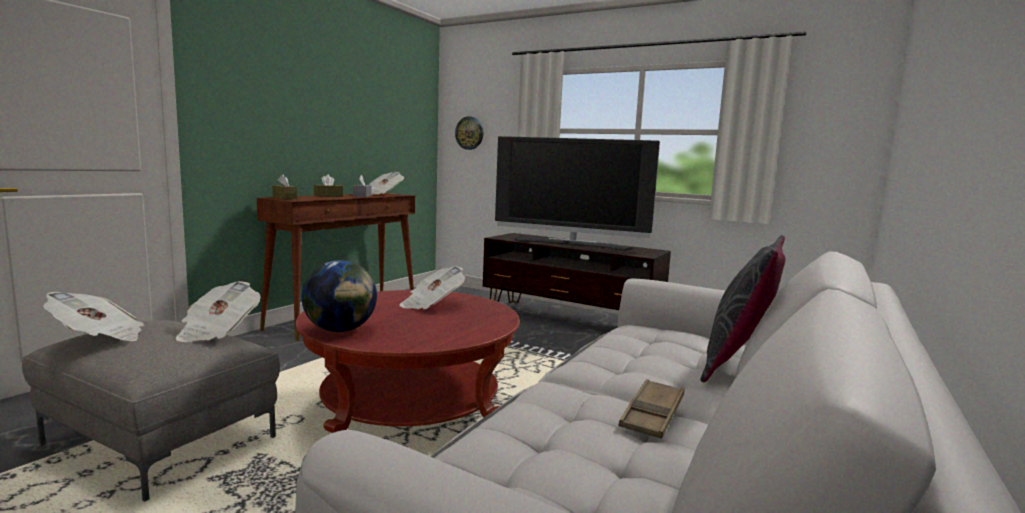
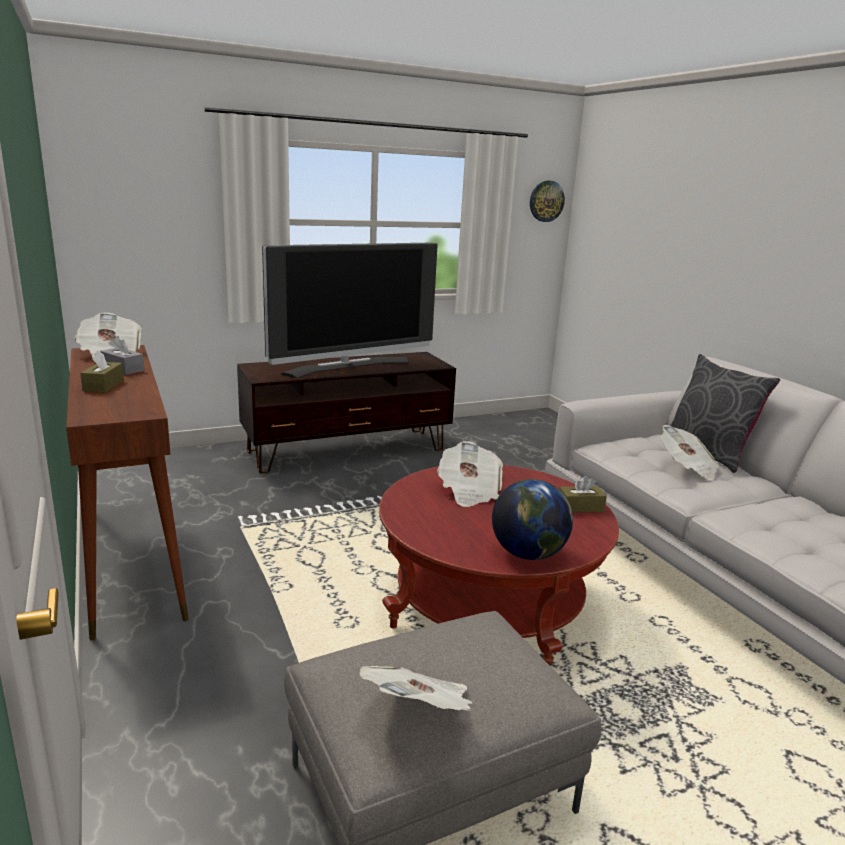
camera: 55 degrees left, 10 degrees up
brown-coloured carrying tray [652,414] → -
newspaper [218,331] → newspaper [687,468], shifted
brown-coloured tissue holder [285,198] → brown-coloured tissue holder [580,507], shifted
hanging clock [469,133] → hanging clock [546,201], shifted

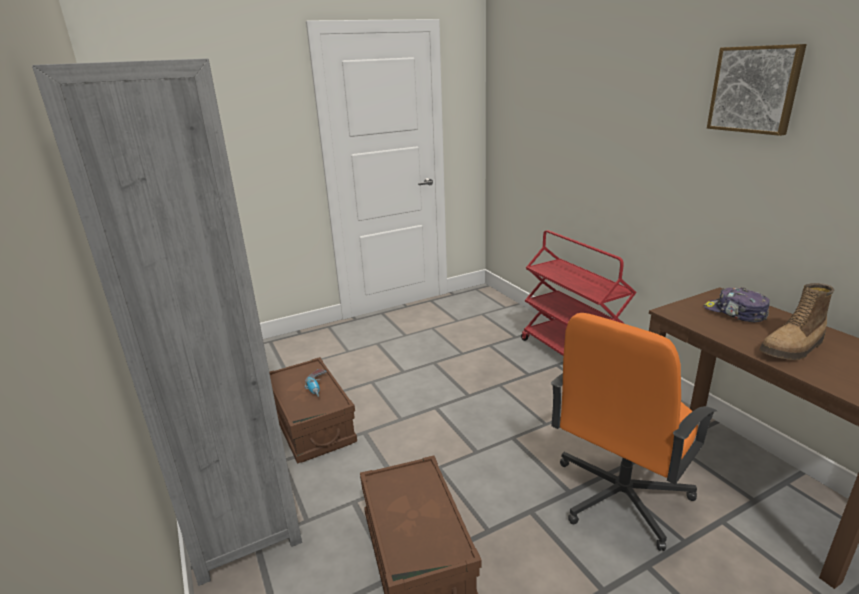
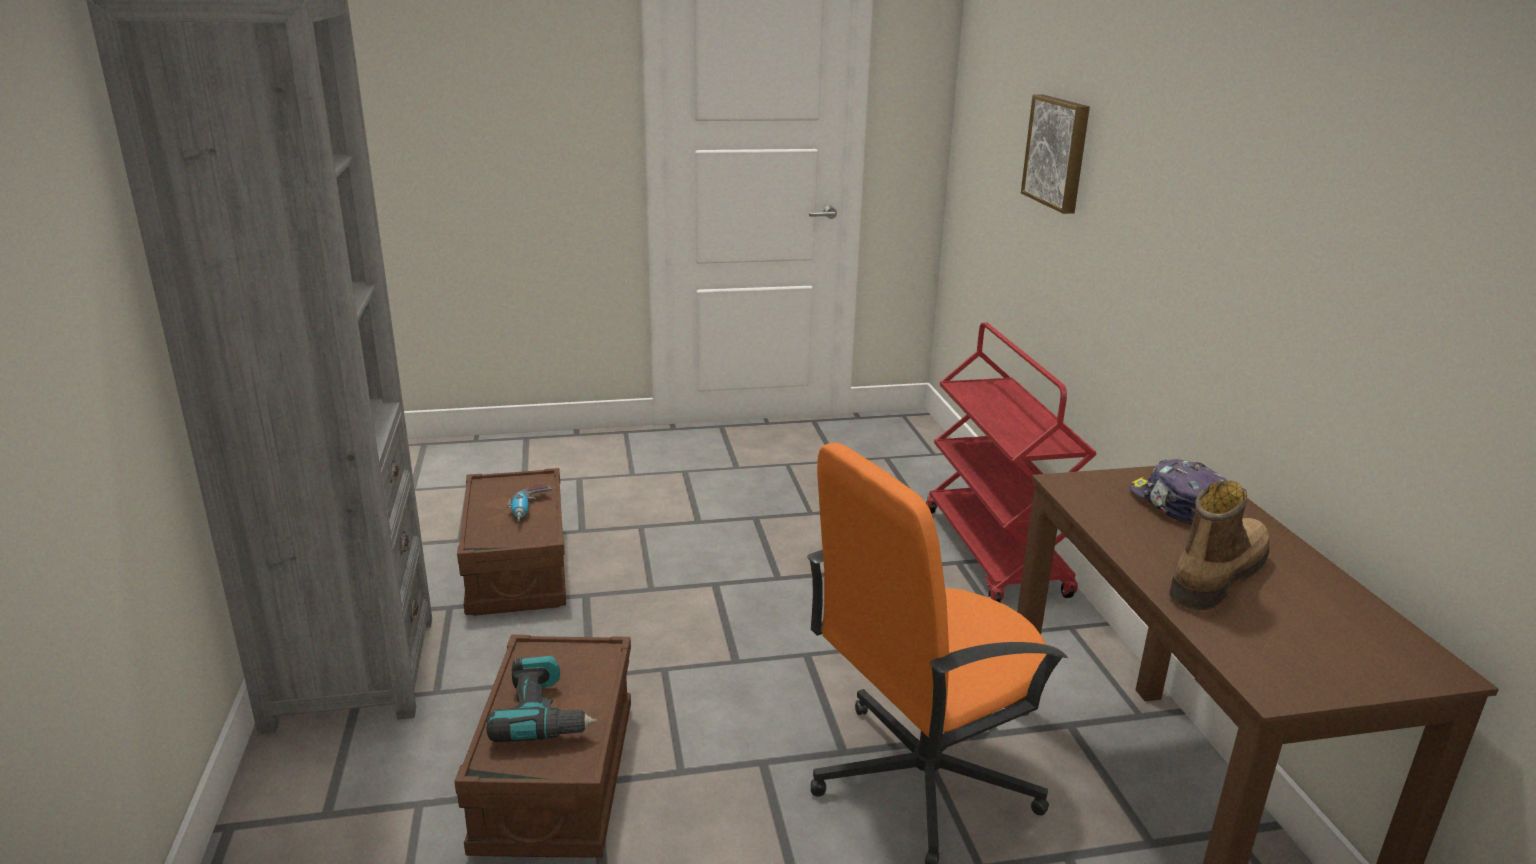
camera: 15 degrees right, 0 degrees up
- → power drill [543,714]
picture [755,89] → picture [1058,152], shifted
high-top boot [793,348] → high-top boot [1215,576], 150 degrees clockwise

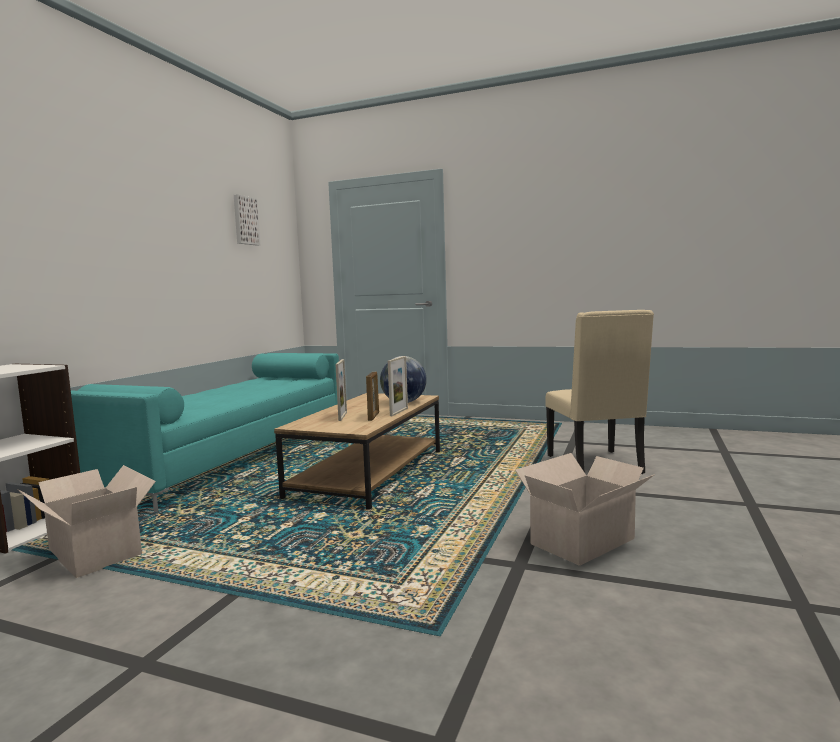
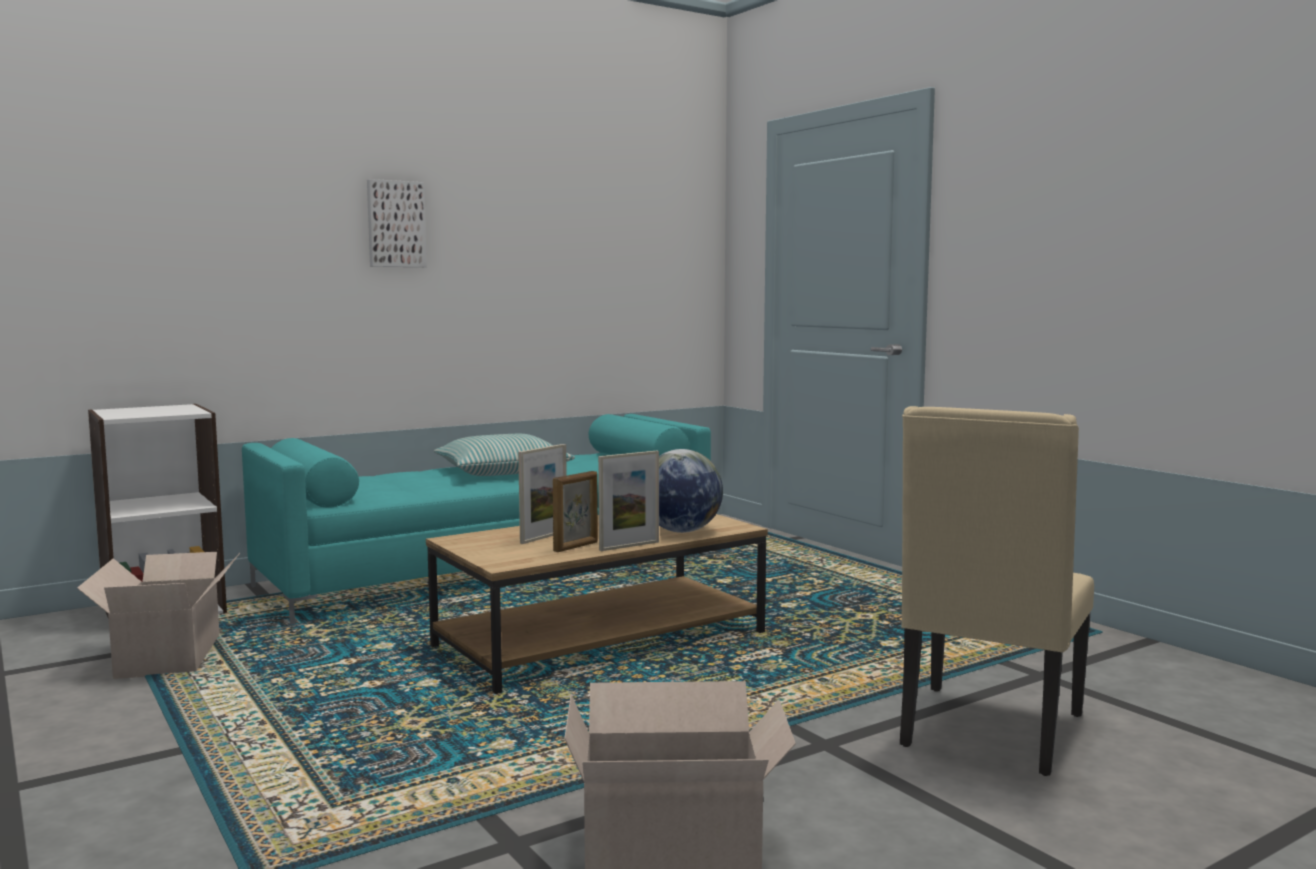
camera: 35 degrees right, 0 degrees up
- → pillow [502,472]
picture [245,220] → picture [395,224], shifted

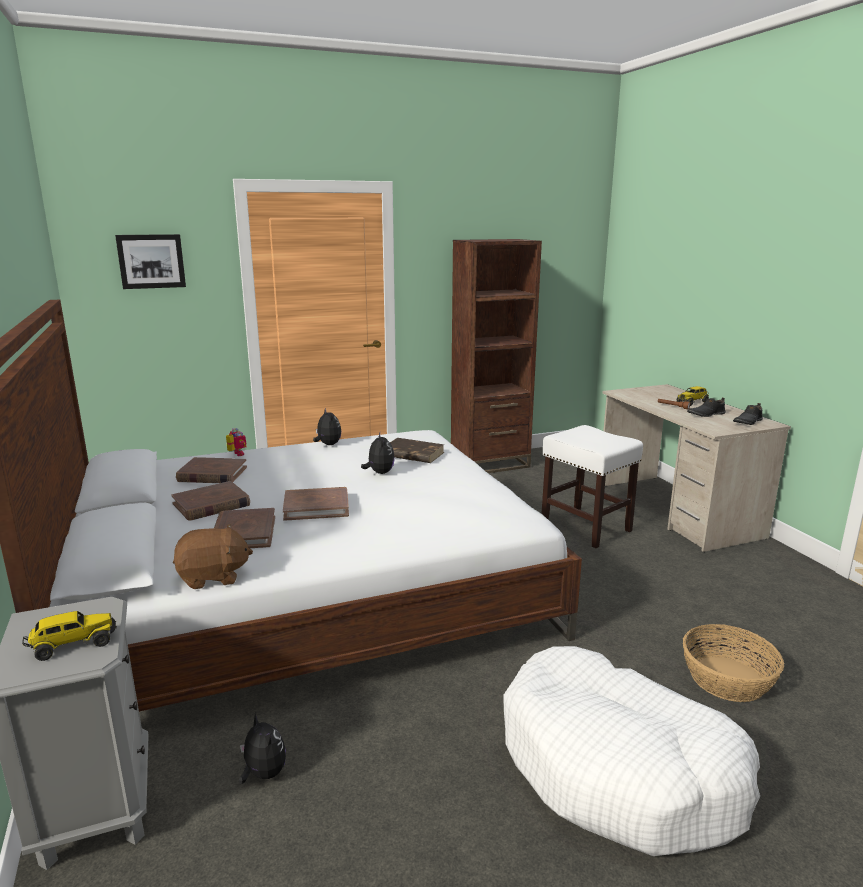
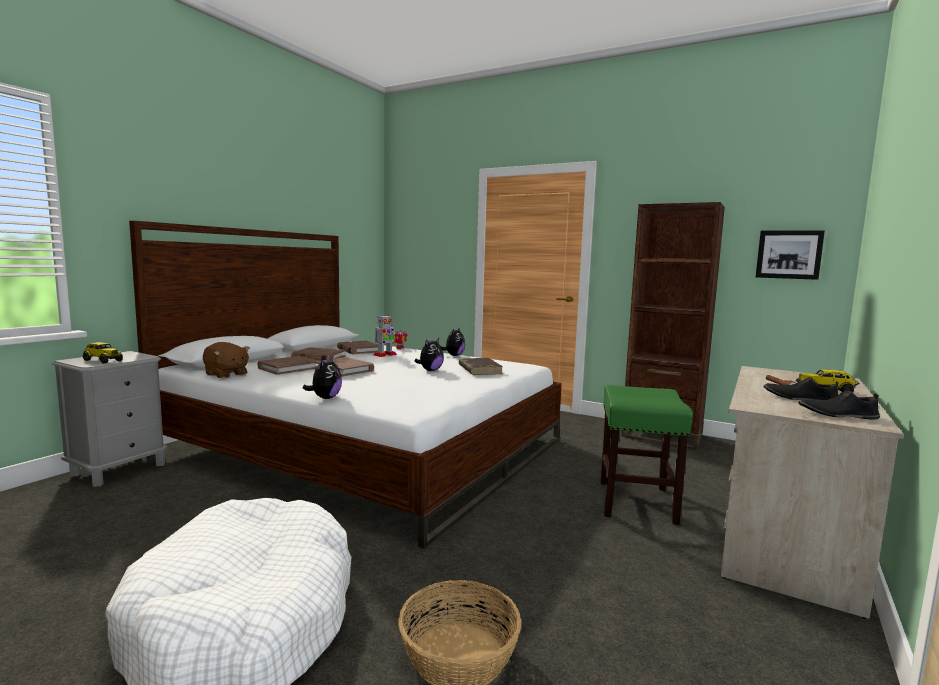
camera: 50 degrees right, 10 degrees down
- → robot figure [384,355]
picture [151,261] → picture [788,254], shifted
cuddly toy [263,773] → cuddly toy [325,398], shifted
whitish stool [584,527] → greenish stool [635,501]

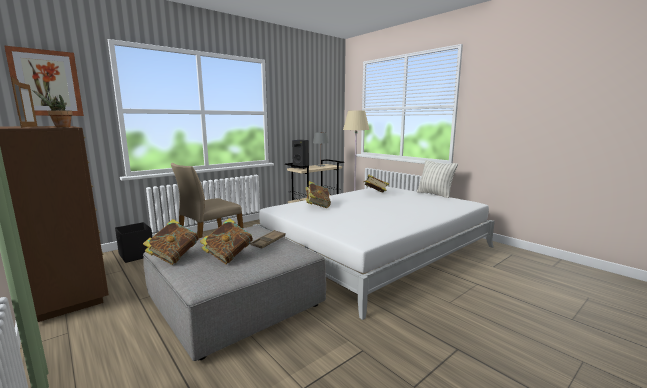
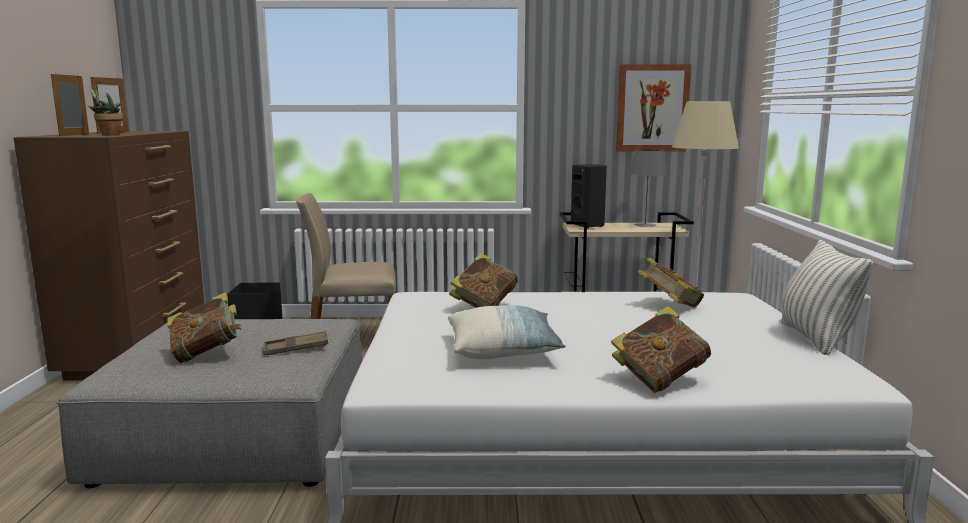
camera: 40 degrees right, 0 degrees up
- → pillow [503,350]
picture [46,83] → picture [652,108], shifted
volume [174,257] → volume [659,380], shifted

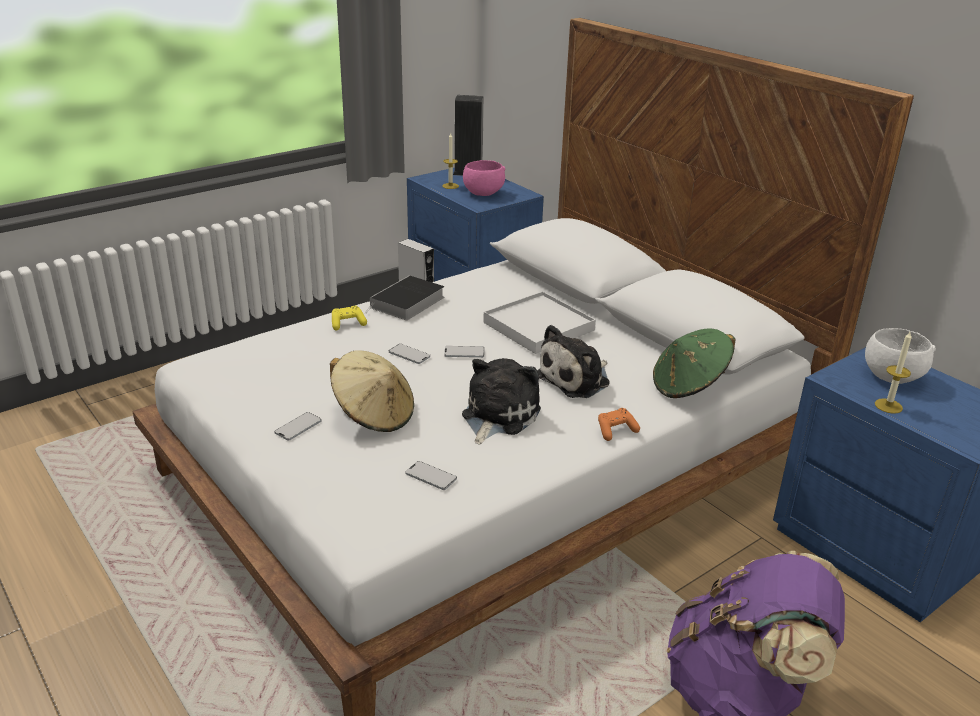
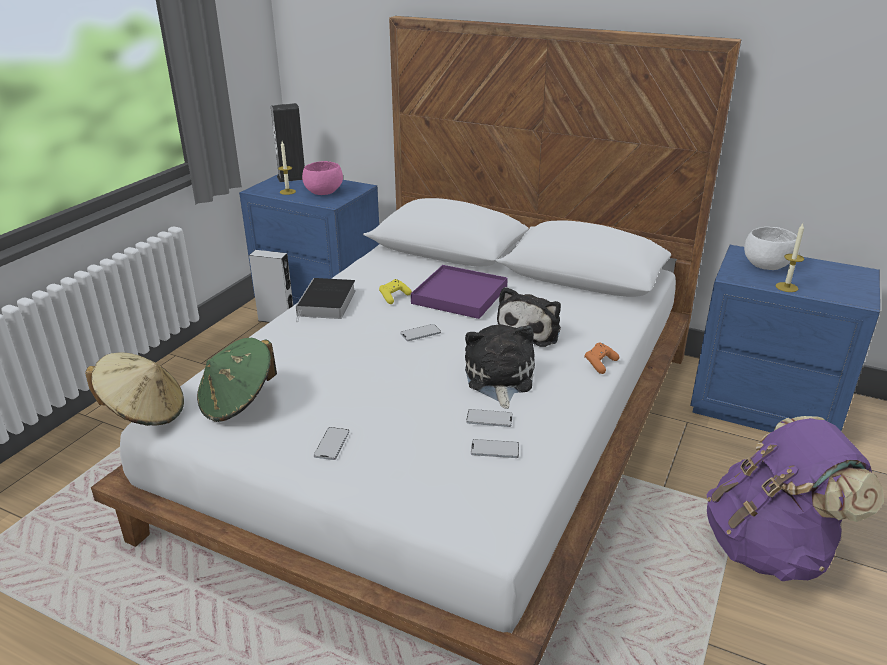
camera: 25 degrees left, 0 degrees up
sand-coloured clothing hat [374,415] → sand-coloured clothing hat [144,412], shifted
yellow-coloured joypad [348,324] → yellow-coloured joypad [394,297], shifted
handset [409,355] → handset [489,419], shifted
greenish clothing hat [689,386] → greenish clothing hat [238,402], shifted
whitish carrying tray [538,326] → purplish carrying tray [460,295]

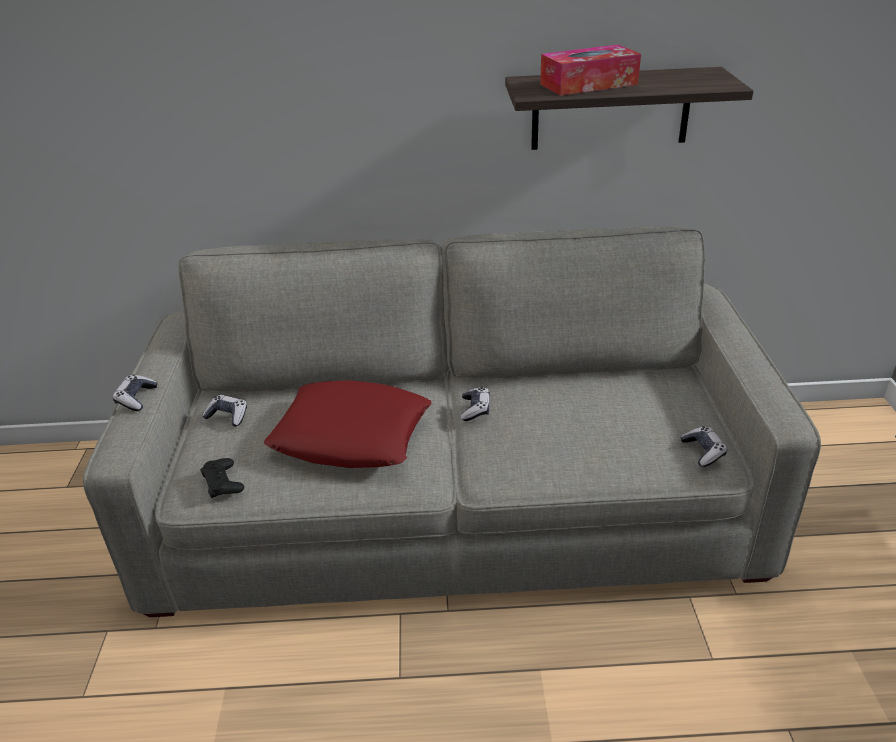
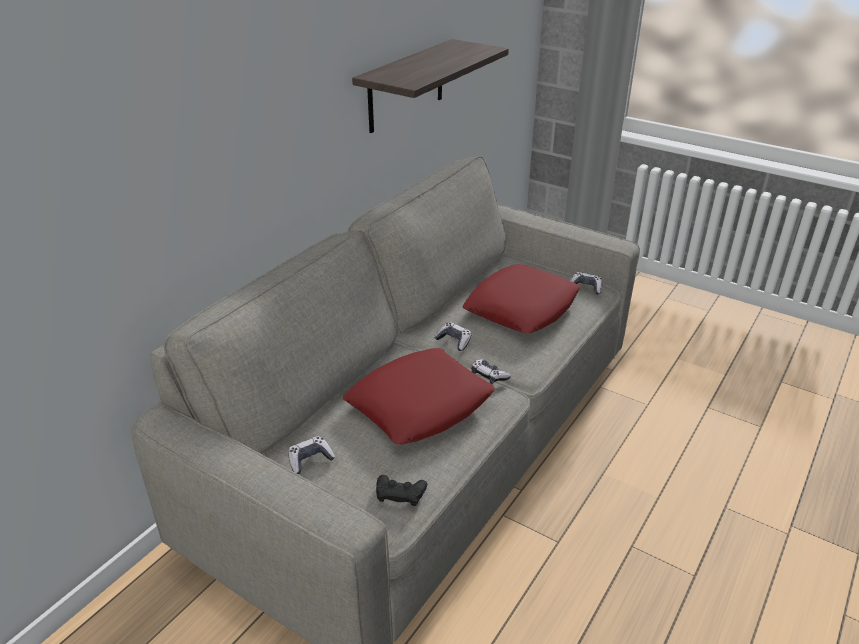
camera: 55 degrees left, 0 degrees up
tissue holder [588,84] → -
- → red-coloured pillow [521,307]
joypad [136,398] → joypad [489,376], shifted

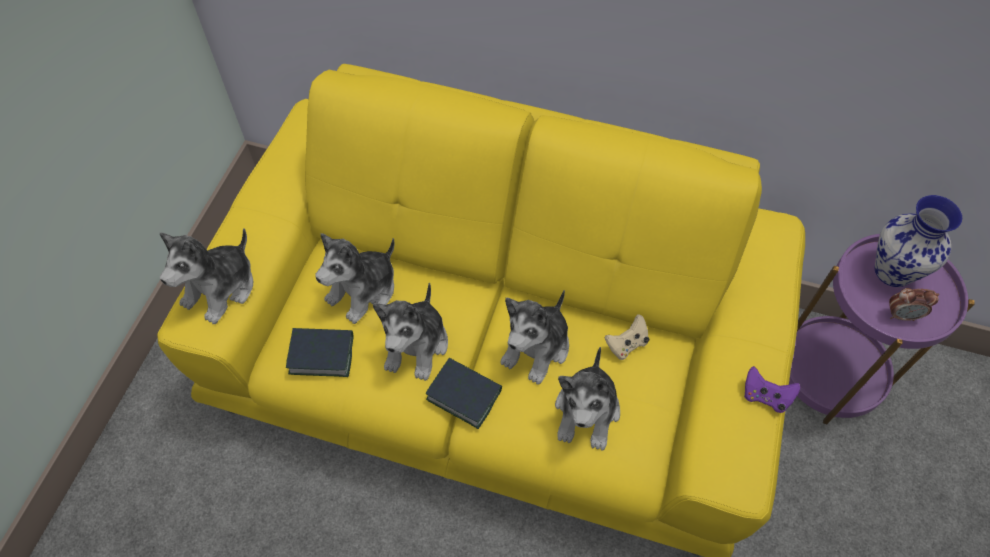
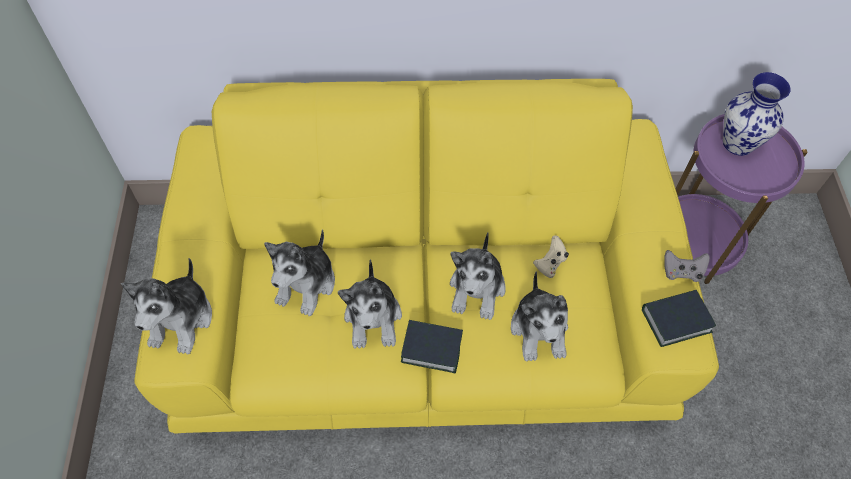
camera: 20 degrees left, 0 degrees up
table clock [901,315] → -
volume [321,354] → volume [675,320], shifted
purplish joypad [765,396] → greyish joypad [681,272]

